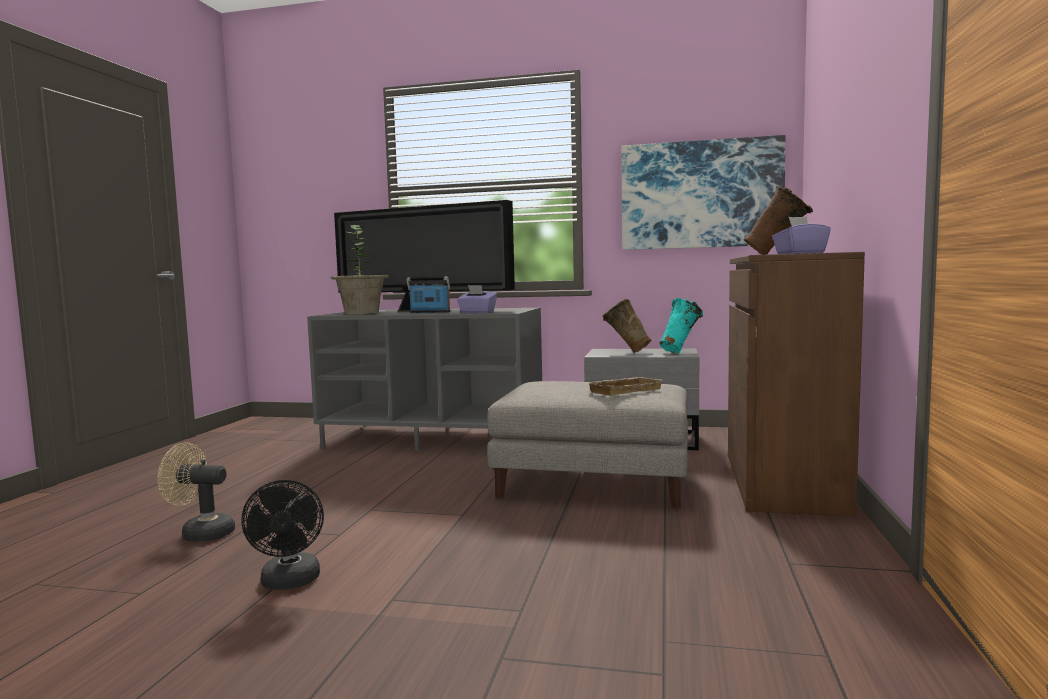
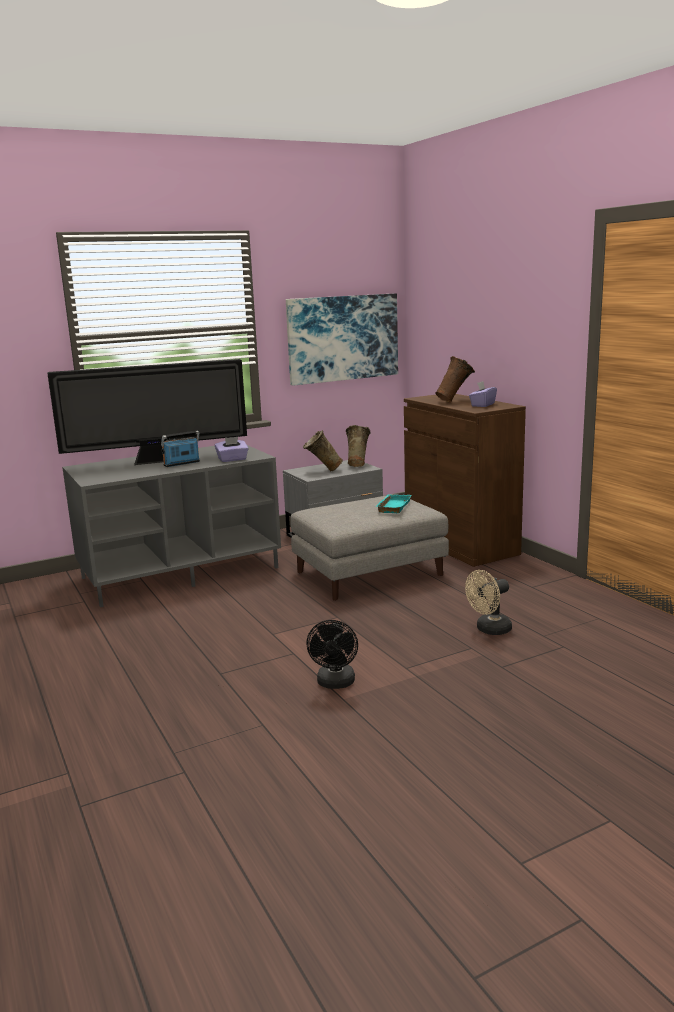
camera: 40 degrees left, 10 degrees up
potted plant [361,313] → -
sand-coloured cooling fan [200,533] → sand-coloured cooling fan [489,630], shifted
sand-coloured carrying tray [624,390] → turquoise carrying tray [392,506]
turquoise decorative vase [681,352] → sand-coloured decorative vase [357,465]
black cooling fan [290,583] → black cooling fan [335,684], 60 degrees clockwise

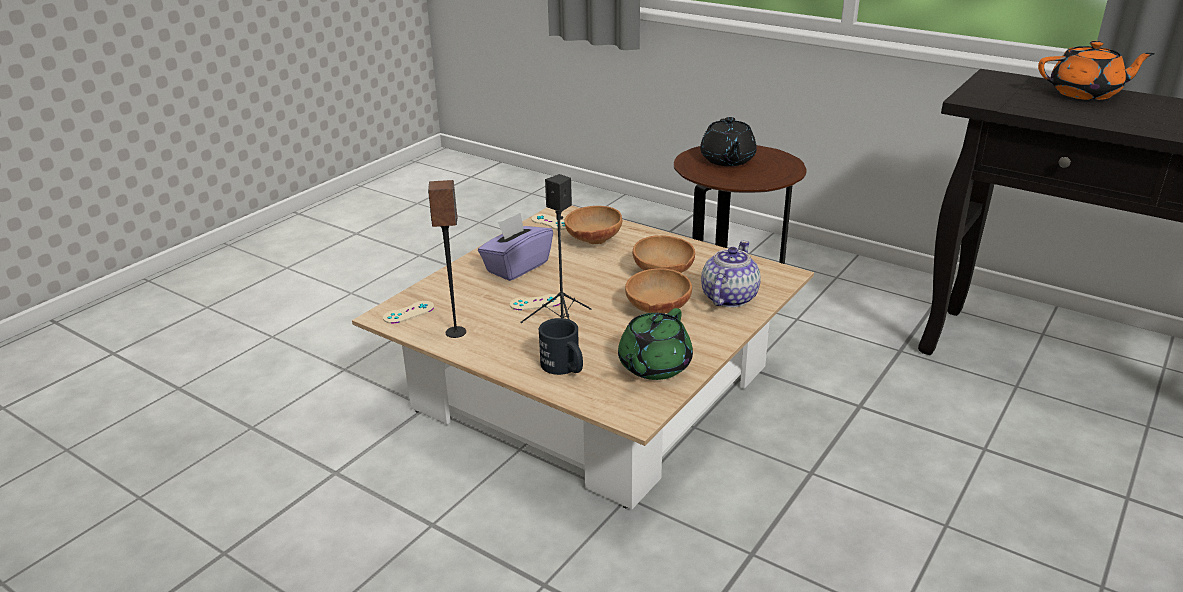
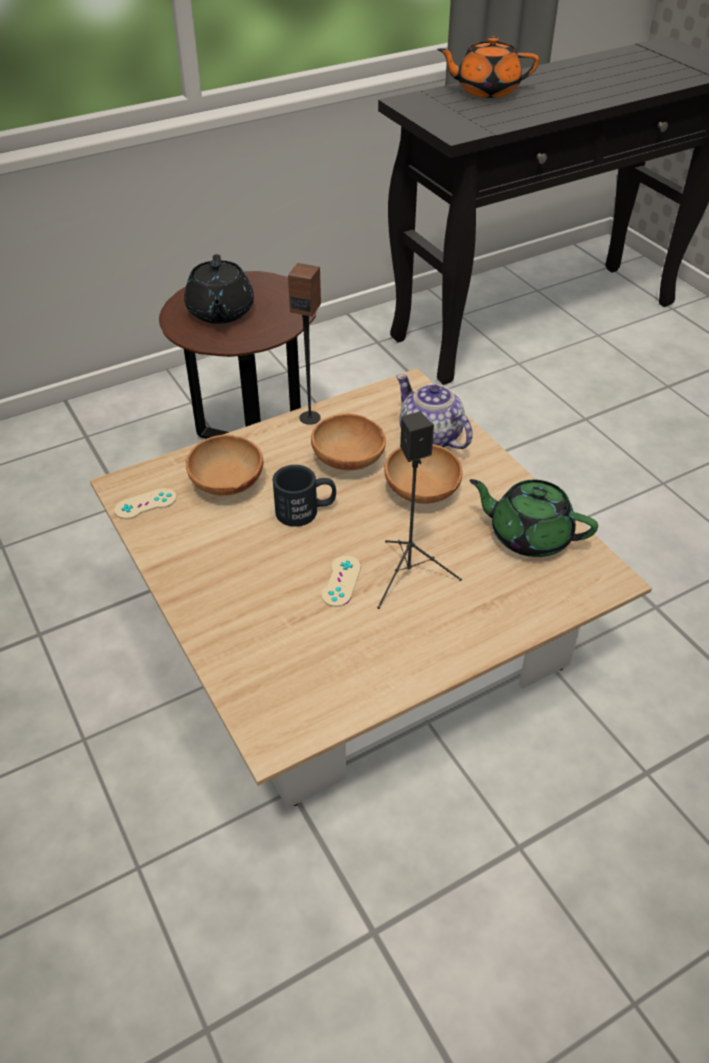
camera: 65 degrees left, 15 degrees up
sand-coloured joypad [408,312] → -
purplish tissue holder [516,267] → -
loudspeaker [456,332] → loudspeaker [310,417], shifted
black tea mug [564,368] → black tea mug [306,511], shifted
greenish tea pot [653,366] → greenish tea pot [528,535], 150 degrees clockwise
black tea pot [727,160] → black tea pot [220,312], 60 degrees clockwise
orange tea pot [1085,94] → orange tea pot [486,90], 120 degrees counterclockwise

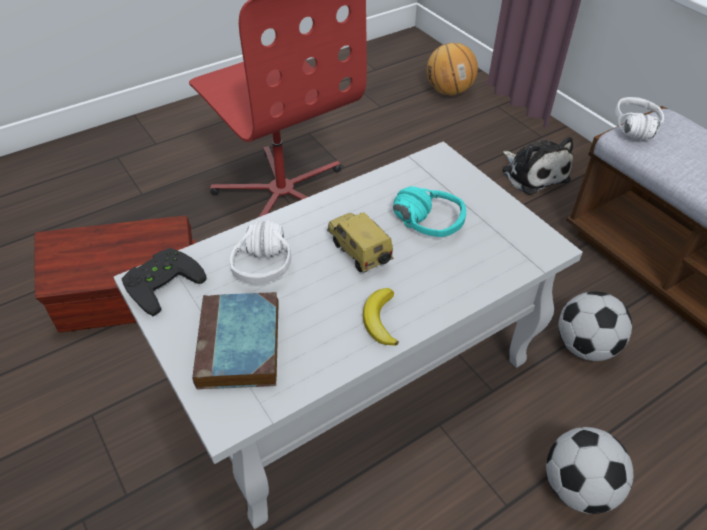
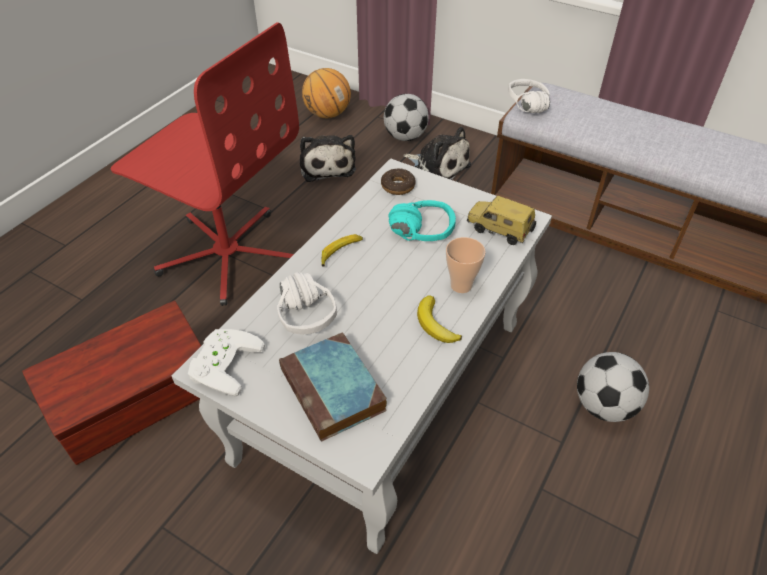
camera: 25 degrees left, 0 degrees up
- → cuddly toy [327,165]
- → whole banana [340,252]
- → doughnut [398,186]
- → drinking cup [461,285]
toy car [357,252] → toy car [498,231], shifted
football ball [585,346] → football ball [405,137], shifted
black joypad [161,281] → whitish joypad [222,363]

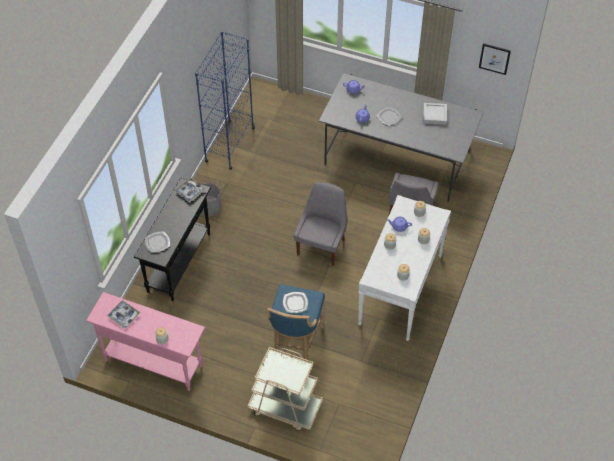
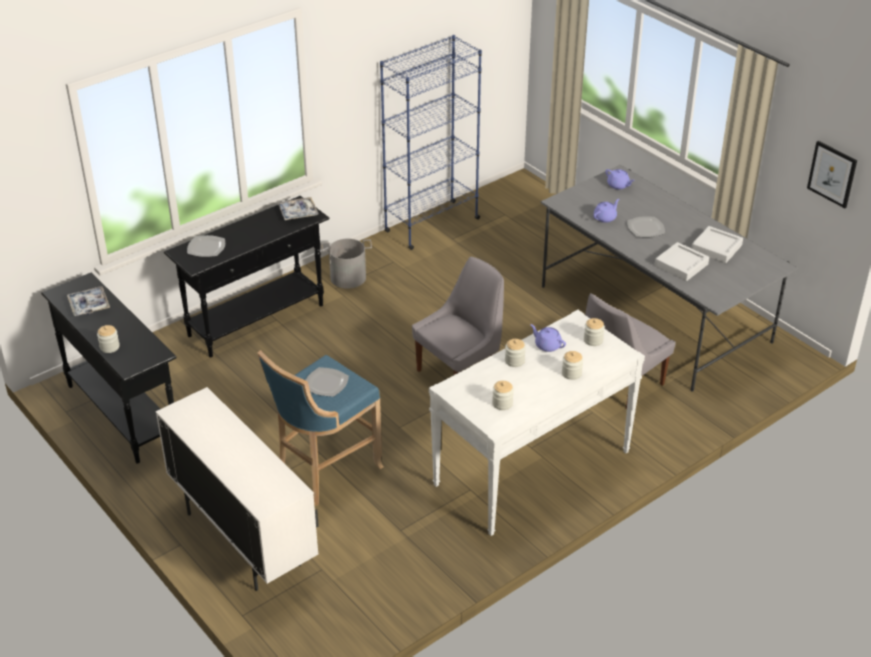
camera: 30 degrees right, 15 degrees down
- → greyish carrying tray [681,265]
sand-coloured trolley [285,407] → whitish cupboard [243,539]
pink hall table [153,363] → black hall table [123,413]

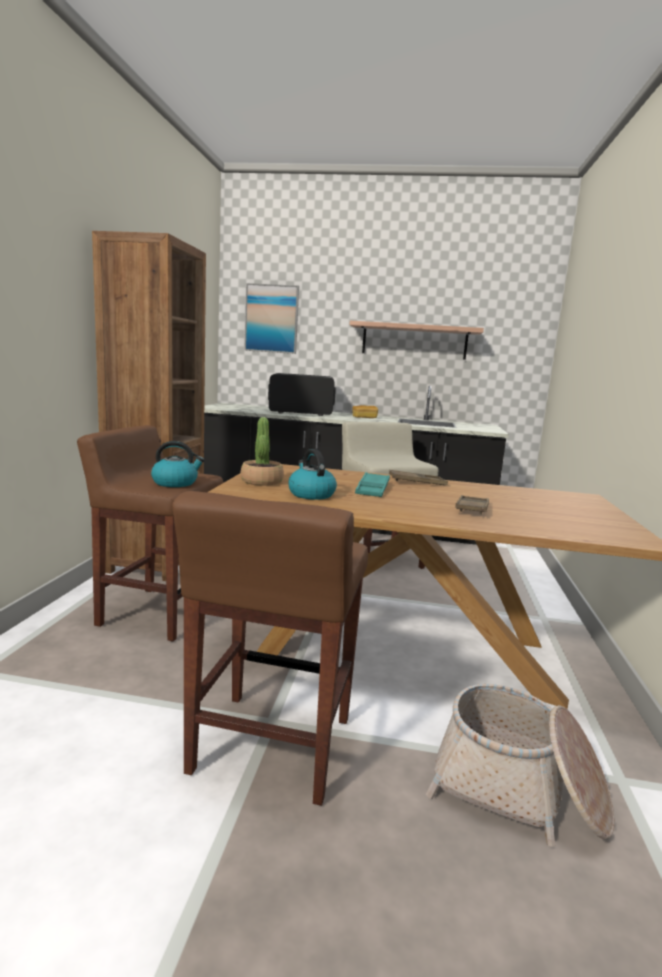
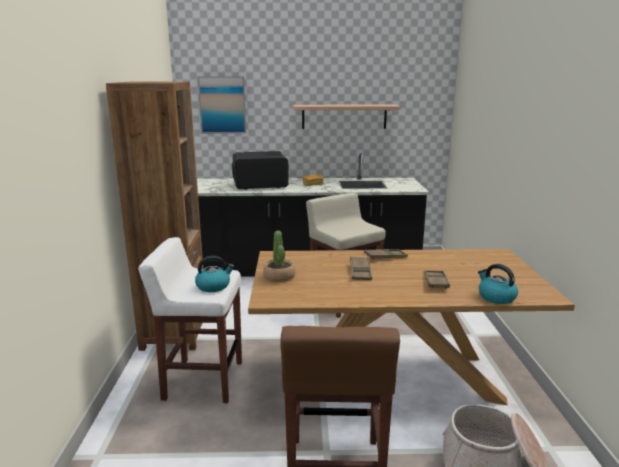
camera: 10 degrees left, 5 degrees up
water kettle [311,494] → water kettle [496,297], shifted
brown-coloured stool [157,613] → whitish stool [202,380]
turquoise carrying tray [372,489] → brown-coloured carrying tray [360,271]

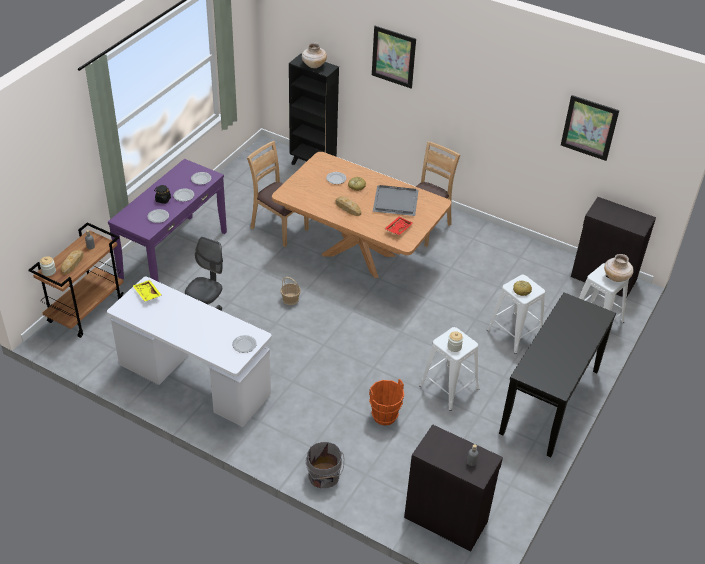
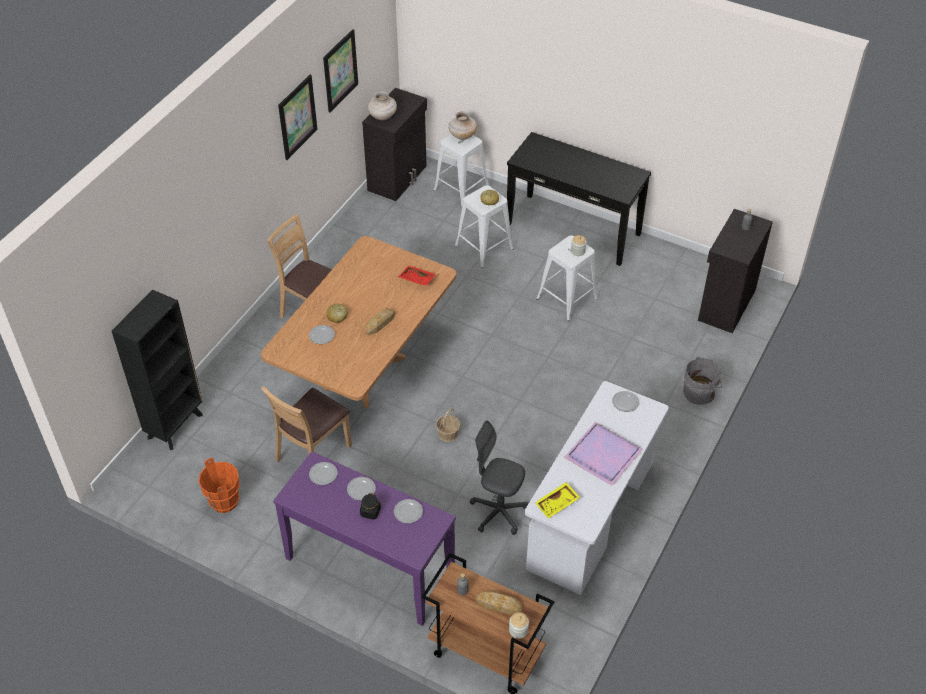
camera: 90 degrees left, 5 degrees up
greyish carrying tray [396,202] → -
- → purplish carrying tray [601,455]
sand-coloured decorative vase [314,65] → sand-coloured decorative vase [382,116], shifted
orange pail [385,416] → orange pail [224,501], shifted
picture [393,57] → picture [297,117], shifted

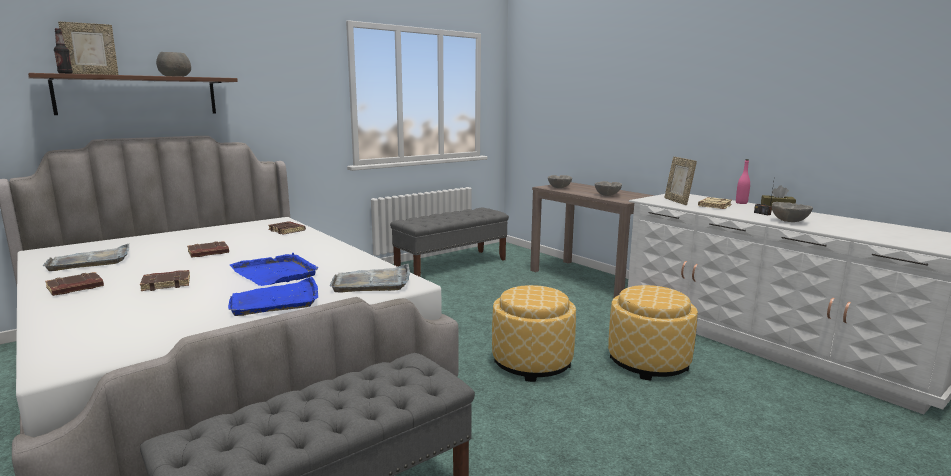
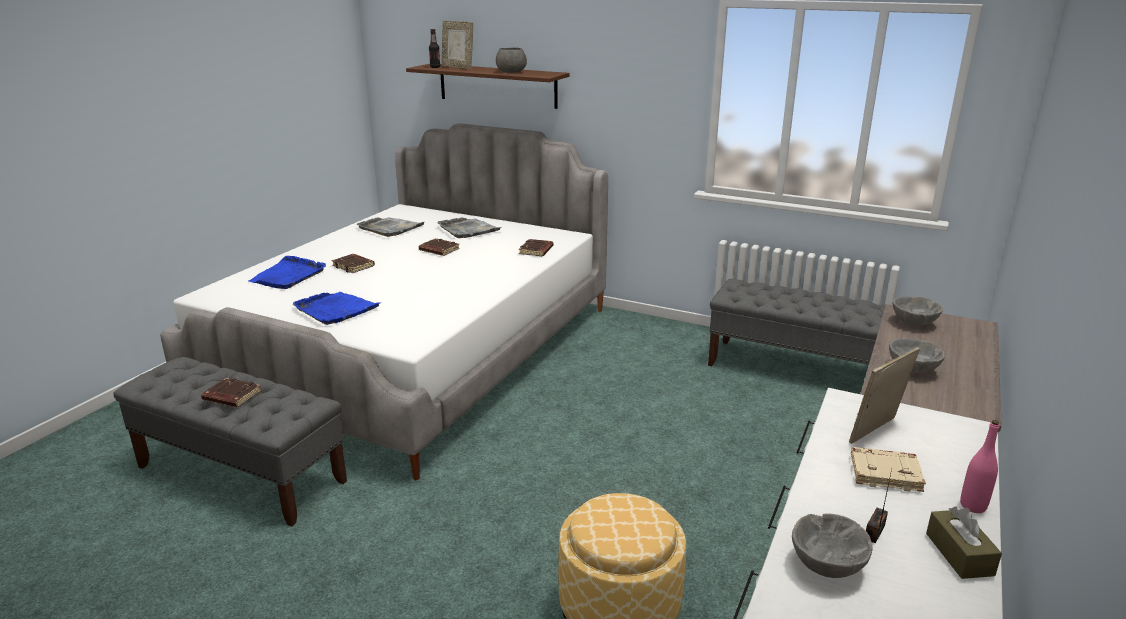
camera: 65 degrees right, 10 degrees up
pouffe [532,363] → -
brown-coloured volume [75,288] → brown-coloured volume [231,397], shifted
blue carrying tray [276,273] → blue carrying tray [288,275], shifted
greyish carrying tray [372,282] → greyish carrying tray [468,230], shifted

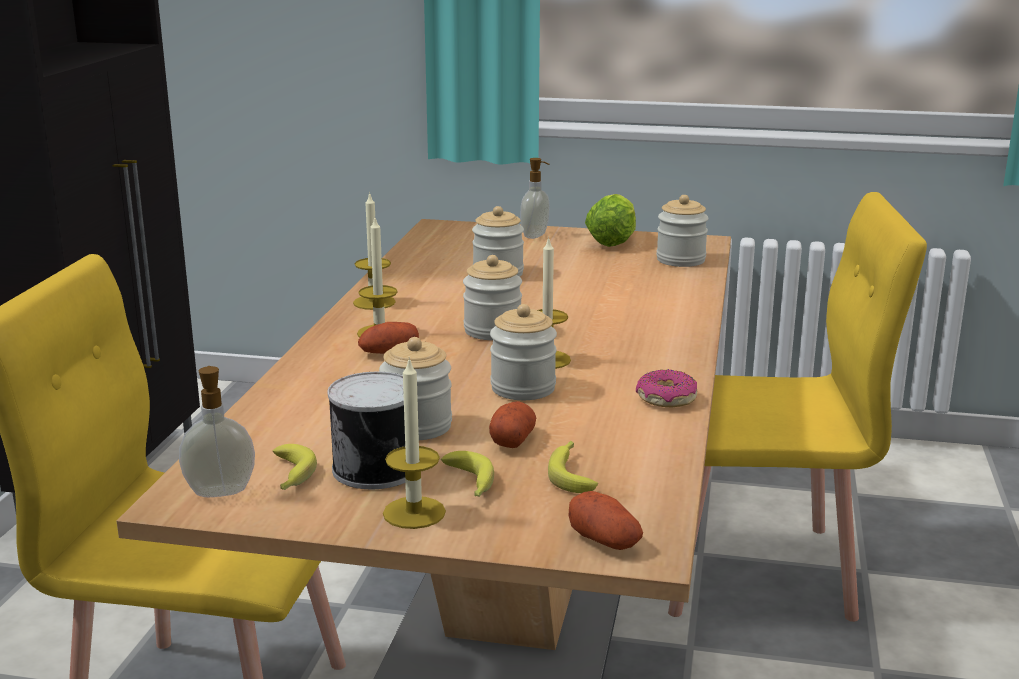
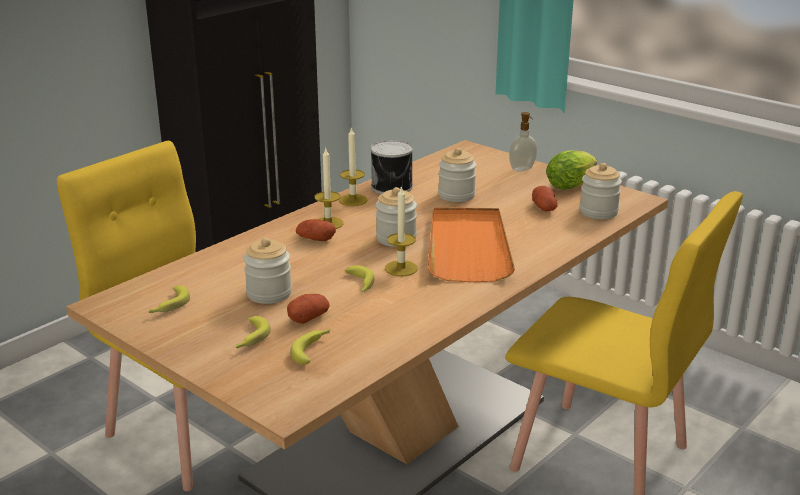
camera: 30 degrees right, 5 degrees up
soap bottle [220,490] → -
candle [414,512] → -
doughnut [666,399] → -
- → orange carrying tray [468,248]
can [378,468] → can [393,187], shifted
potato [604,540] → potato [544,208], shifted
storage jar [523,388] → whole banana [360,284]

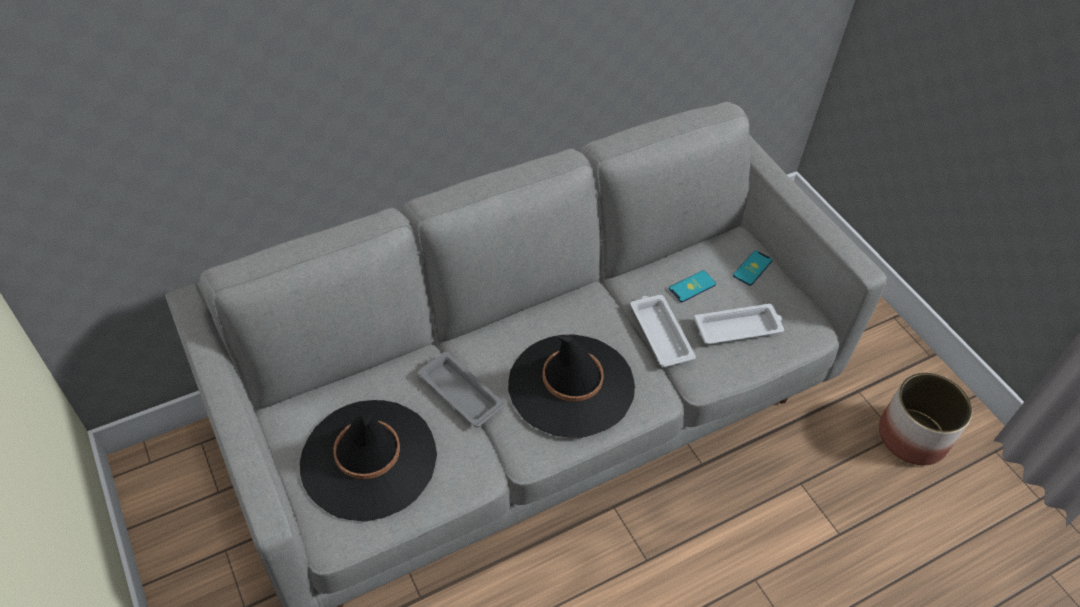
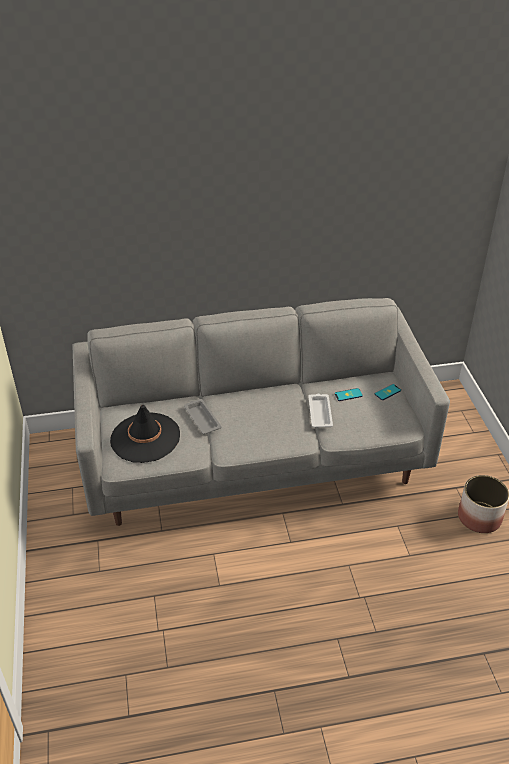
camera: 20 degrees right, 10 degrees down
black clothing hat [571,385] → -
whitish carrying tray [739,328] → -

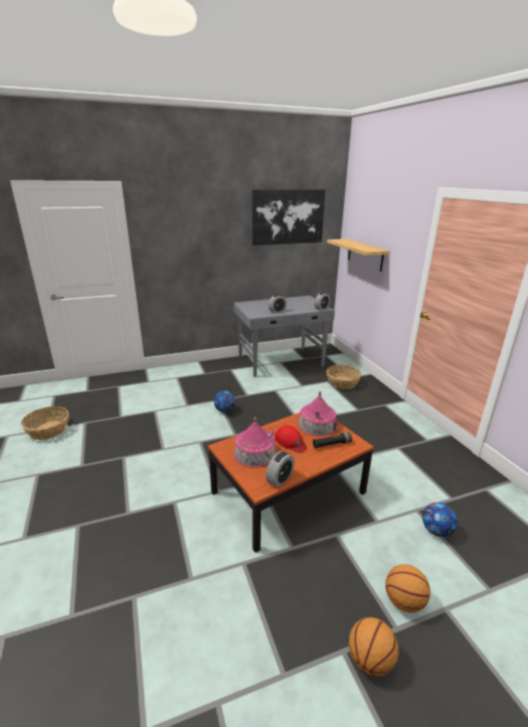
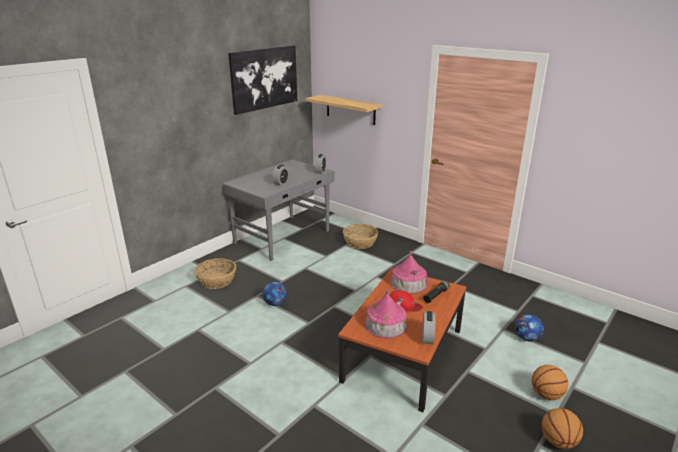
camera: 30 degrees left, 0 degrees up
storage basket [48,430] → storage basket [216,280], shifted

